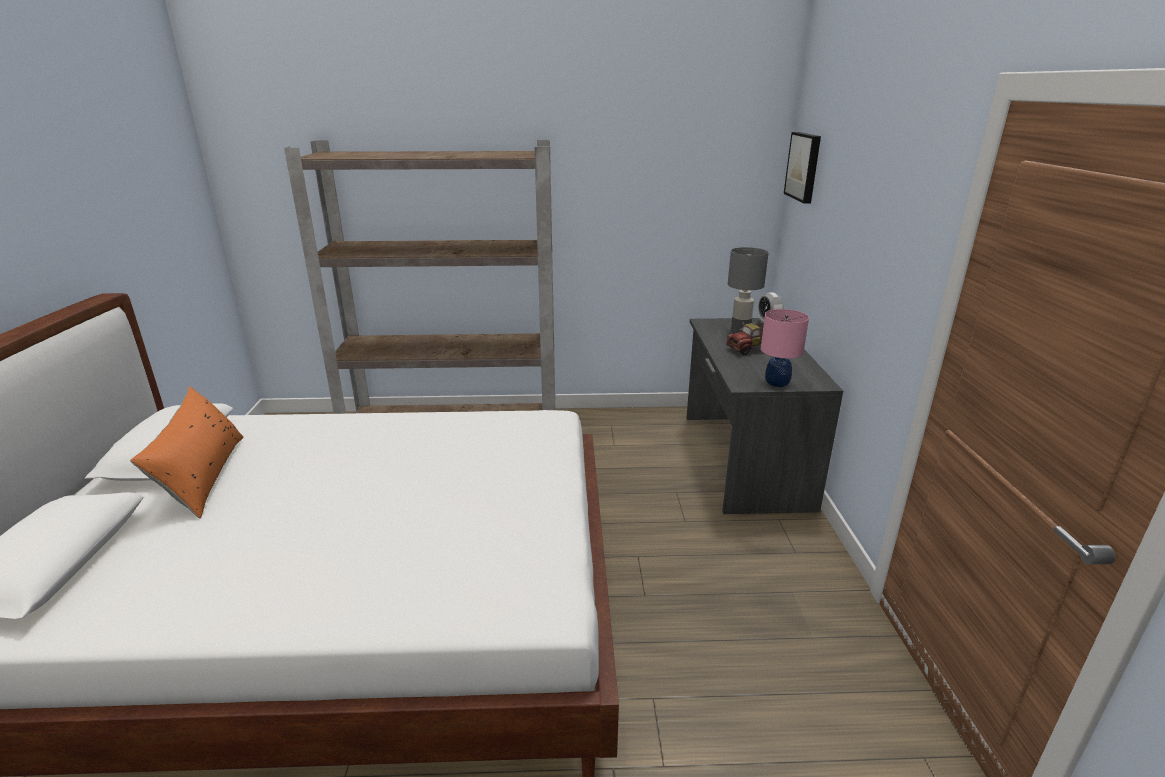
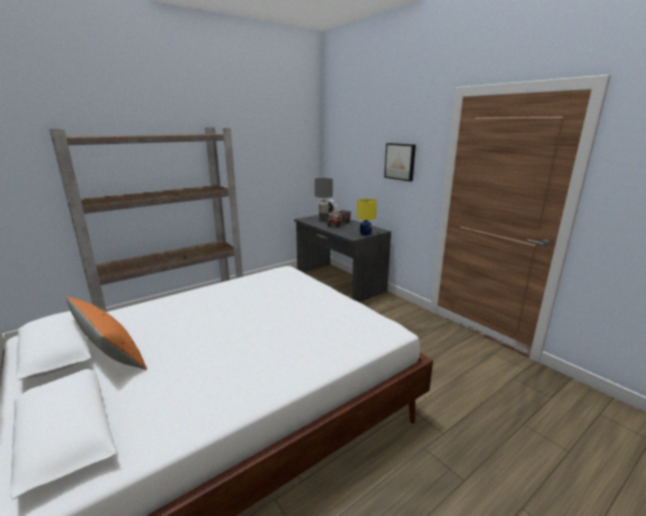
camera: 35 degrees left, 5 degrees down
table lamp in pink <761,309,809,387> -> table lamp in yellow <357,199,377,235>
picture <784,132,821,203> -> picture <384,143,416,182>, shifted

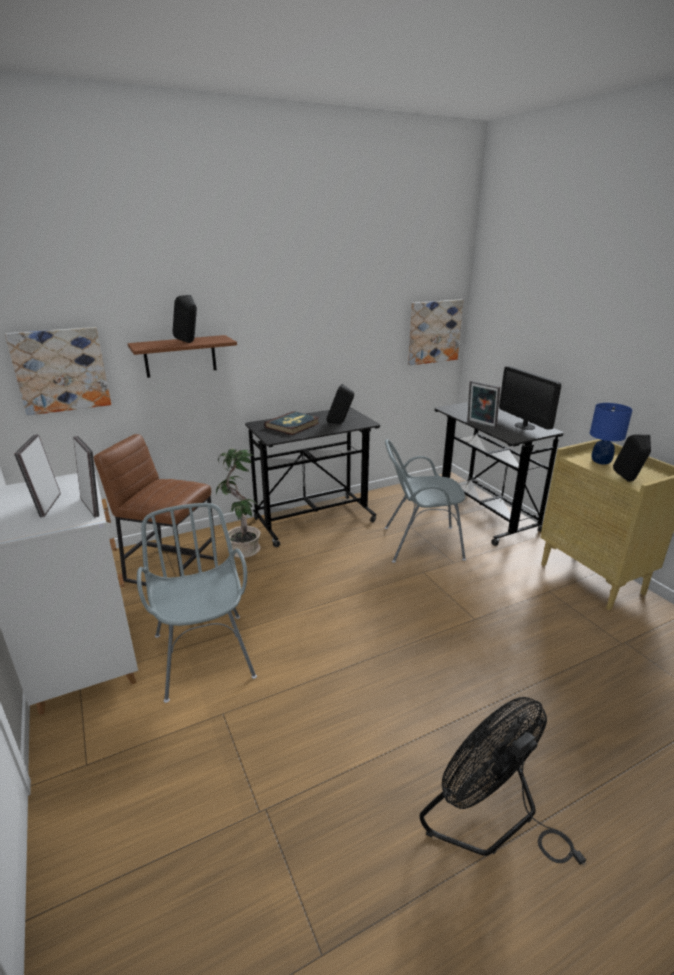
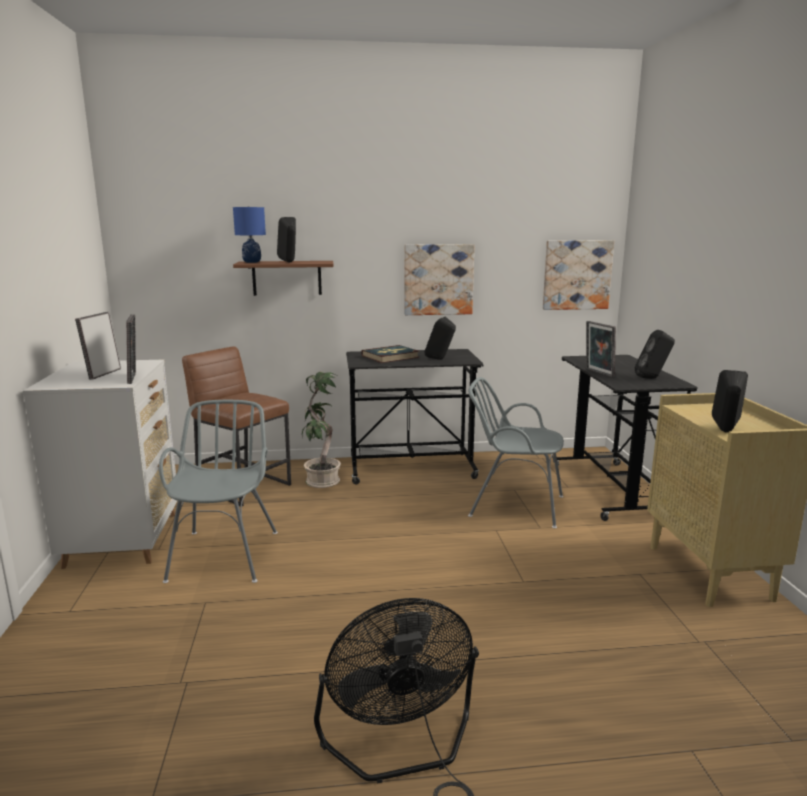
camera: 20 degrees right, 10 degrees down
table lamp in blue <590,403,632,465> -> table lamp in blue <233,206,266,263>, shifted
picture <5,327,111,416> -> picture <404,244,474,315>, shifted
monitor <499,366,561,430> -> speaker in black <635,330,675,379>

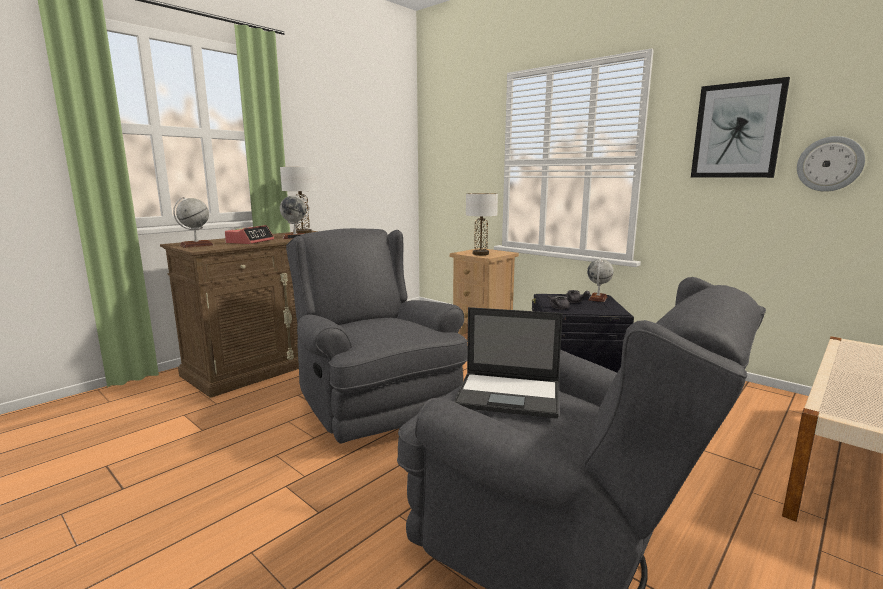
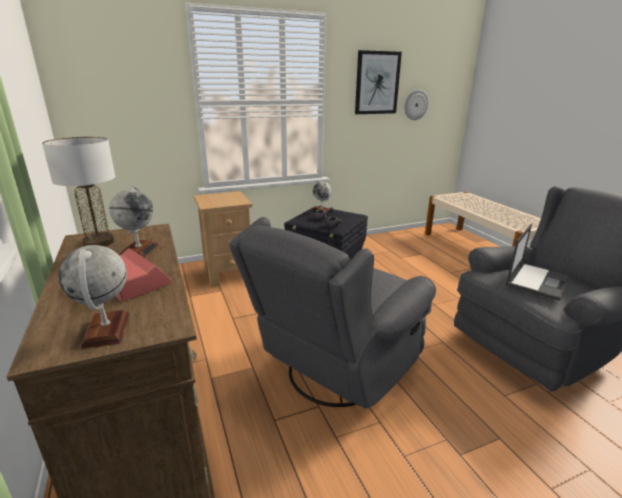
camera: 65 degrees left, 10 degrees up
armchair in grey <286,228,468,444> -> armchair in grey <229,217,436,409>, 45 degrees counterclockwise
table lamp <466,193,498,255> -> none

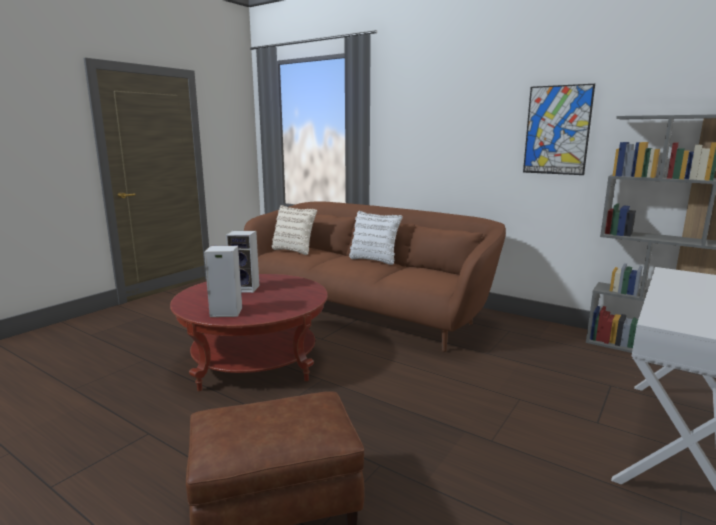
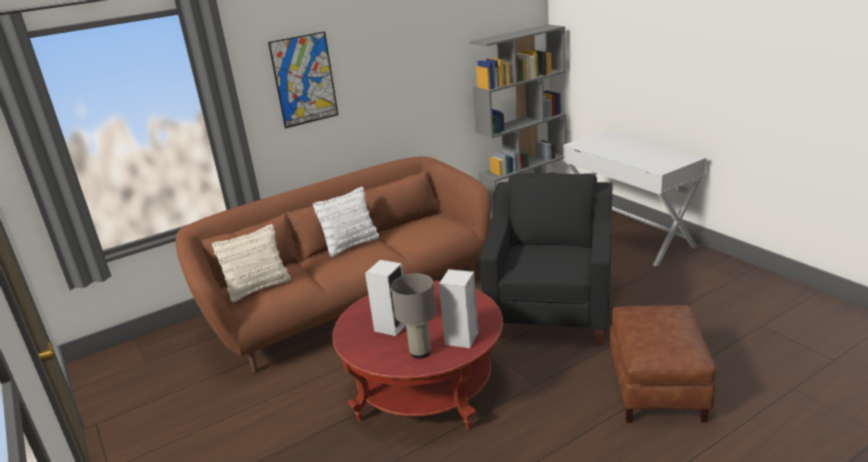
camera: 65 degrees left, 10 degrees up
picture <523,84,595,175> -> picture <268,31,338,129>, shifted
none -> table lamp in grey <391,273,436,359>
none -> armchair in black <479,173,613,345>

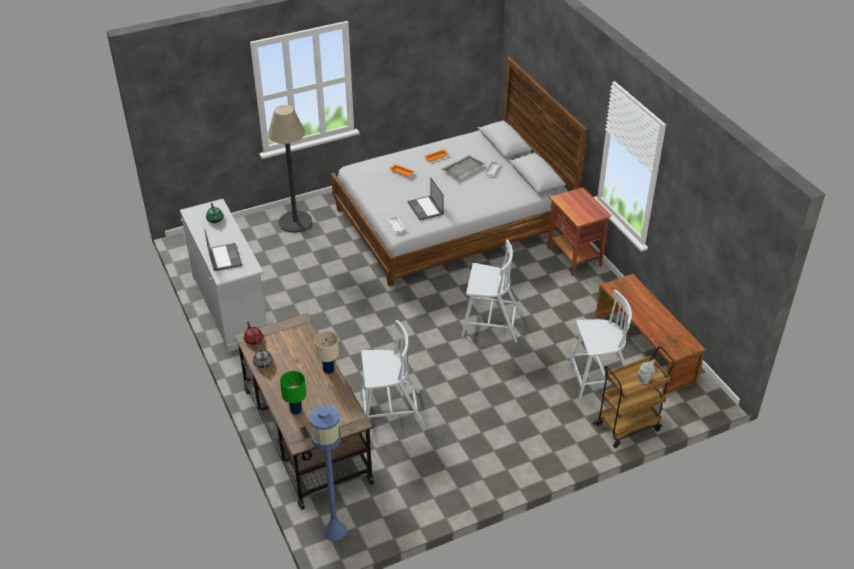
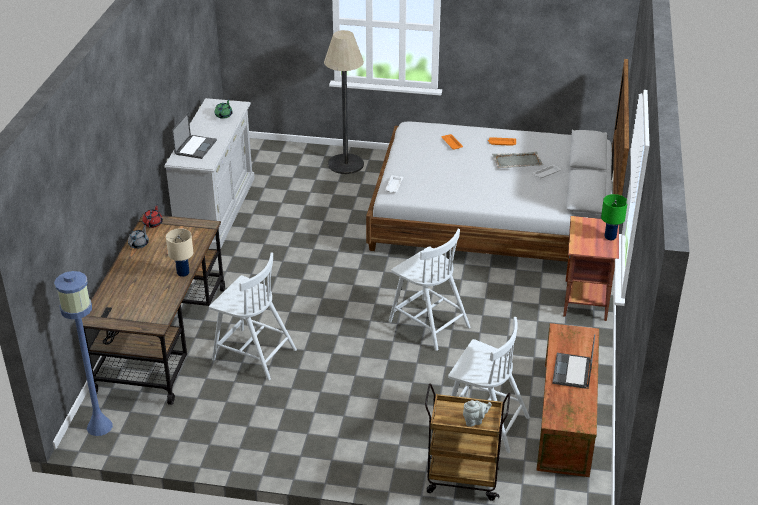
camera: 35 degrees right, 5 degrees down
laptop <408,177,444,220> -> laptop <552,334,595,389>, shifted
table lamp in green <280,371,306,415> -> table lamp in green <601,194,627,240>, shifted

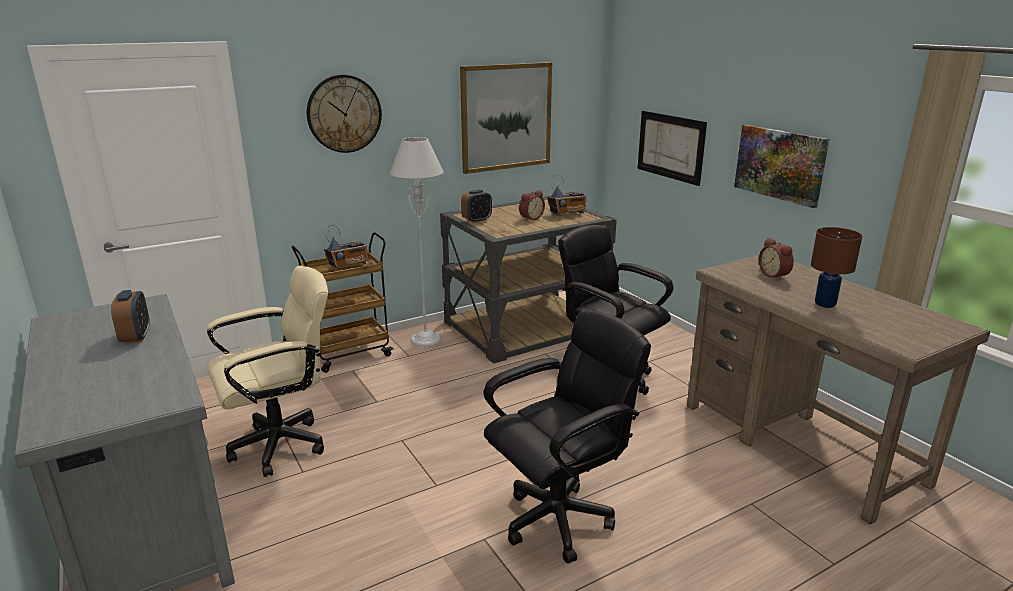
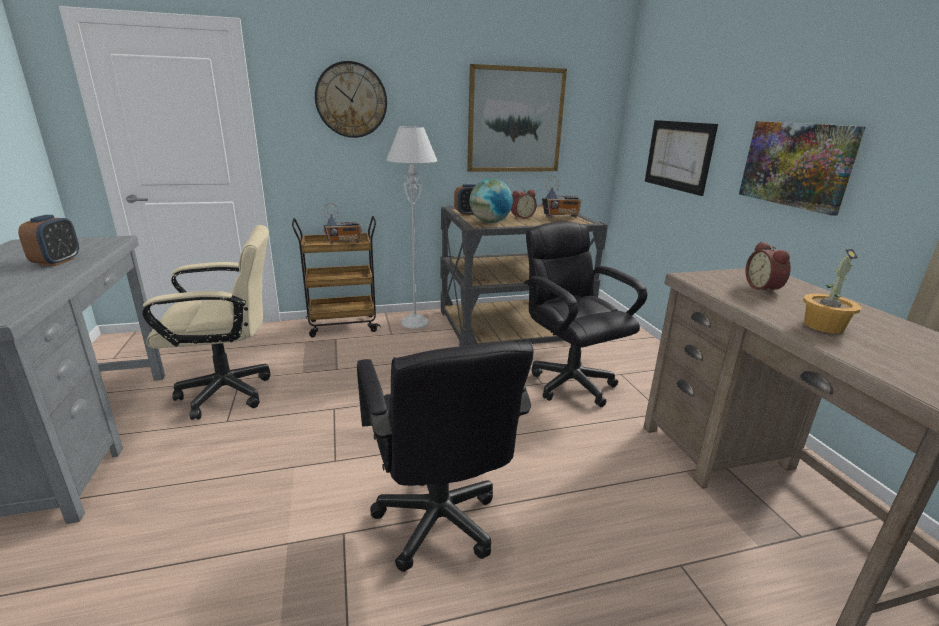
camera: 15 degrees right, 0 degrees up
office chair in black <483,309,651,564> -> office chair in black <357,341,534,572>, 90 degrees clockwise
none -> globe <470,178,513,223>
table lamp in brown <811,227,862,308> -> potted plant <803,249,861,334>

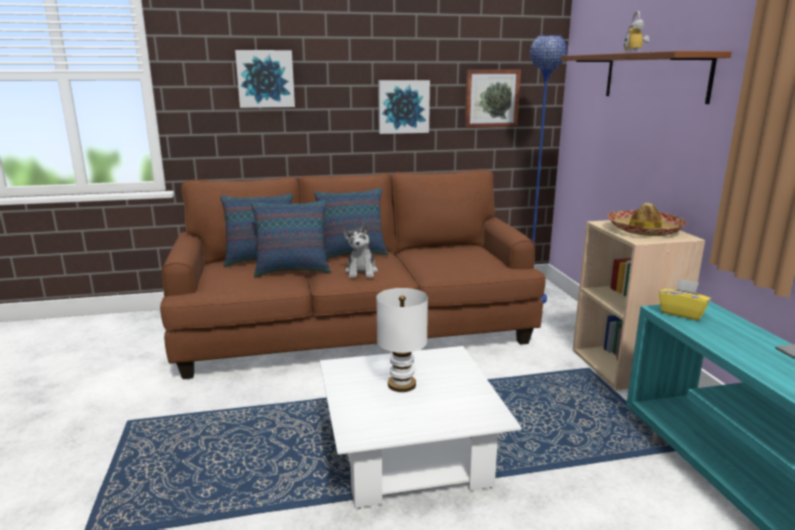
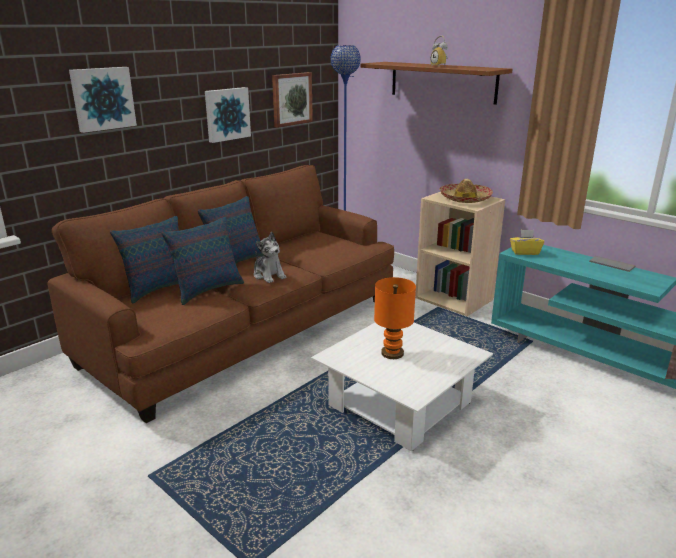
camera: 35 degrees left, 5 degrees up
table lamp in white <376,288,428,392> -> table lamp in orange <374,277,416,359>

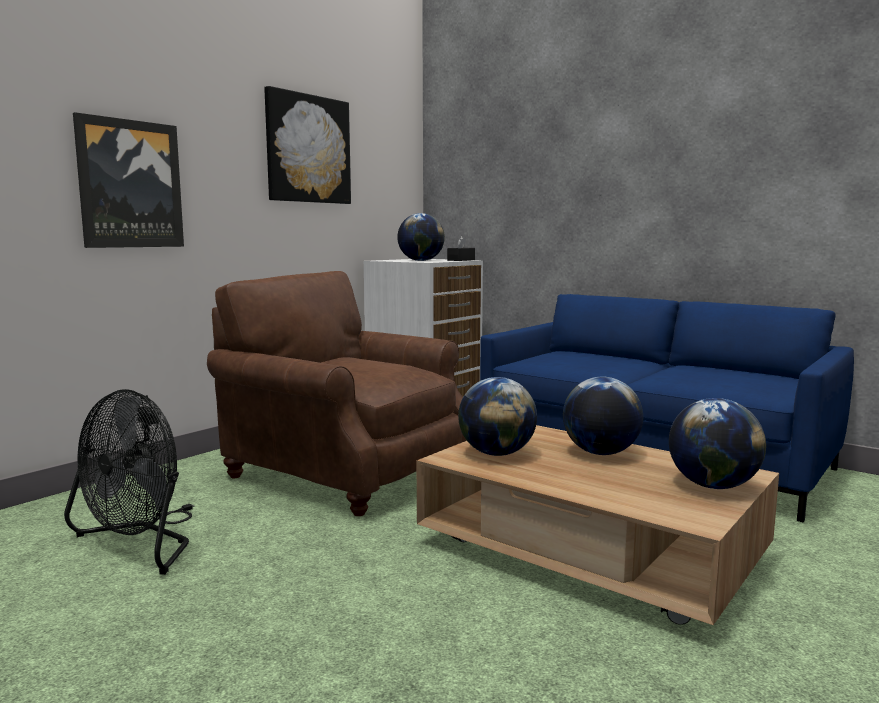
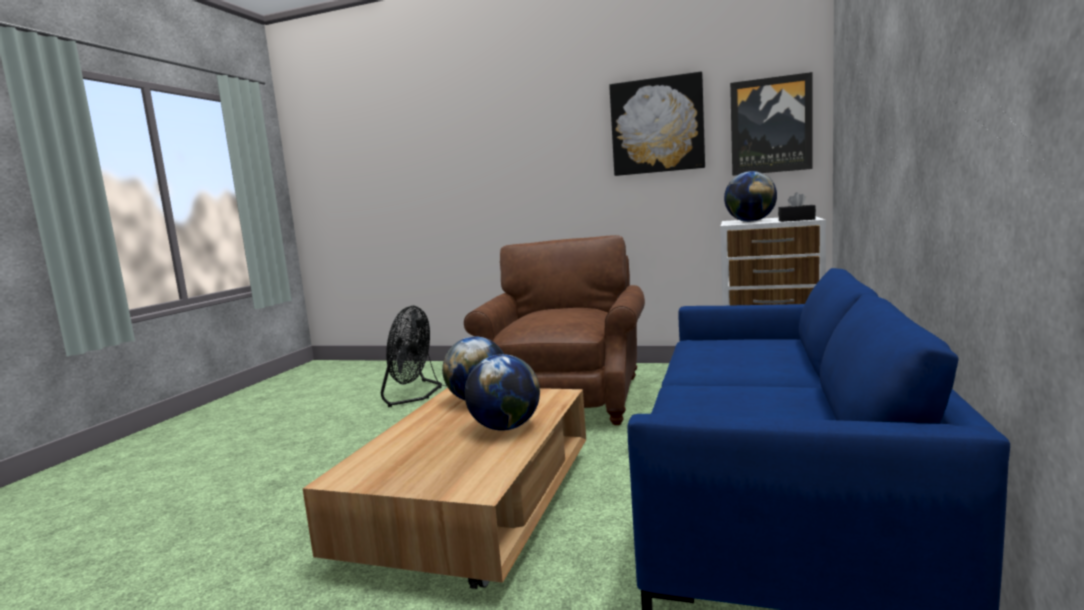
camera: 70 degrees right, 0 degrees up
picture <73,112,184,248> -> picture <730,72,812,176>, shifted
globe <669,398,766,489> -> none

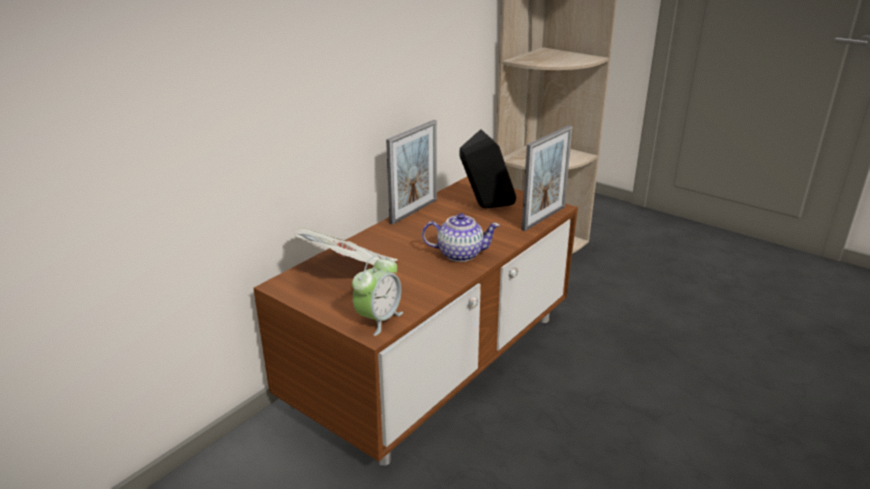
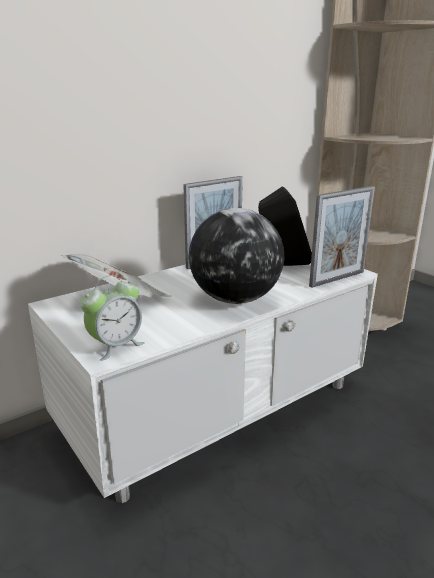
camera: 15 degrees right, 5 degrees down
tv stand in brown <254,177,578,466> -> tv stand in white <28,250,378,503>
teapot <422,213,500,262> -> globe <189,208,284,304>

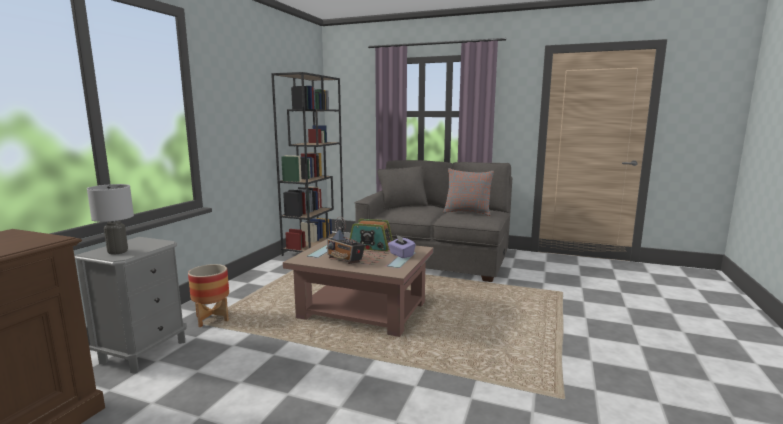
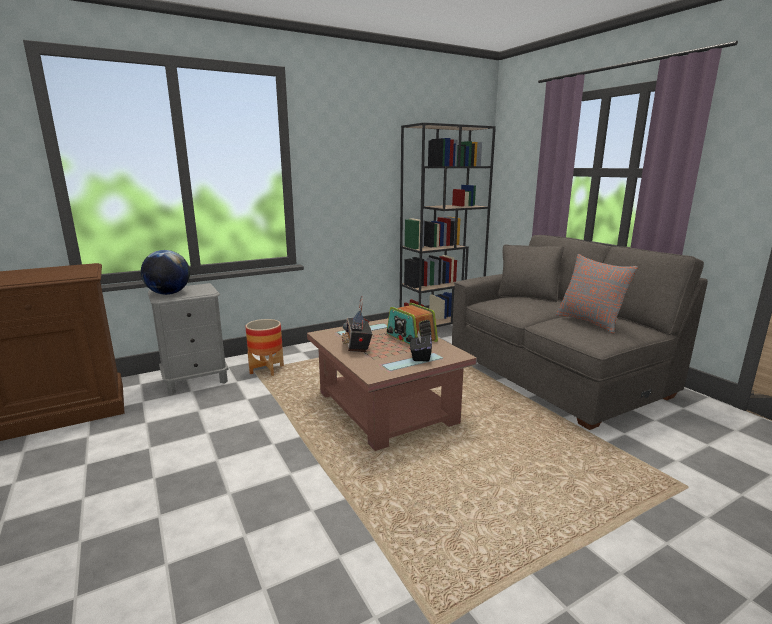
camera: 40 degrees right, 5 degrees up
table lamp in white <87,184,134,255> -> globe <141,250,190,295>
tissue box in purple <388,235,416,258> -> tissue box in black <410,330,432,362>

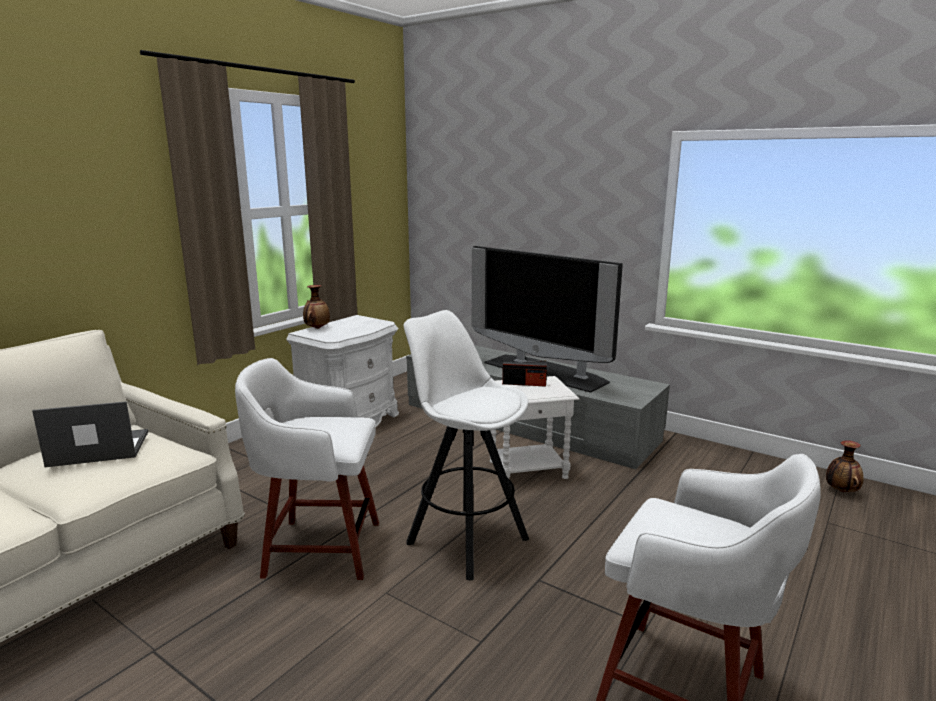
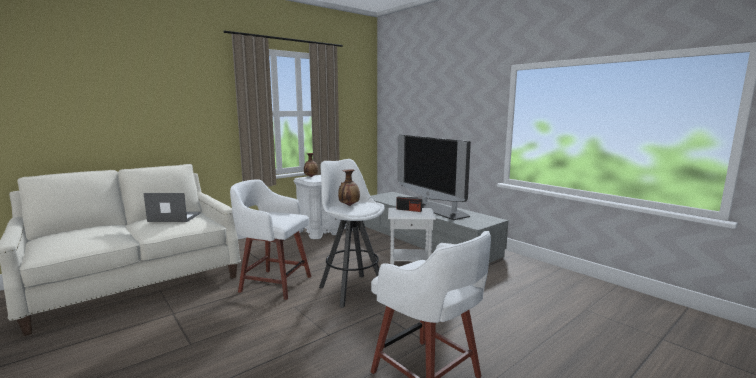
camera: 15 degrees right, 5 degrees down
vase <826,440,864,492> -> vase <338,169,360,206>, shifted

